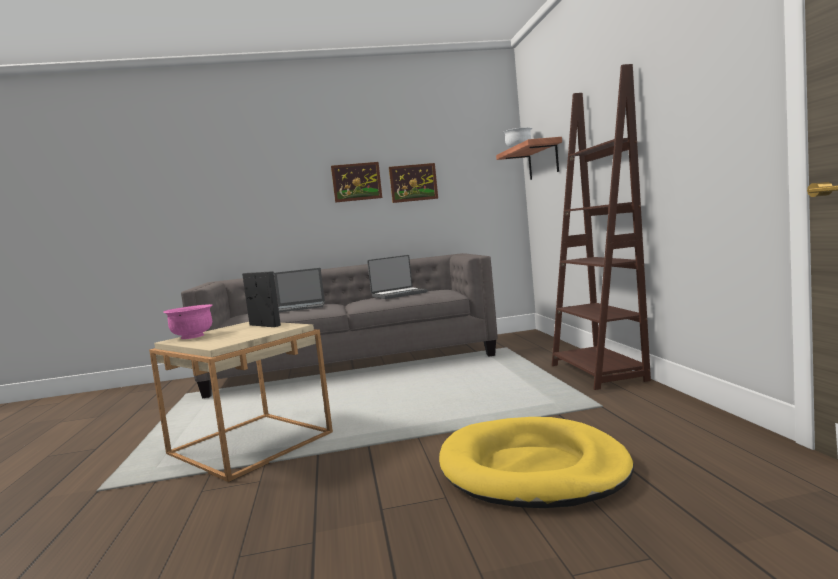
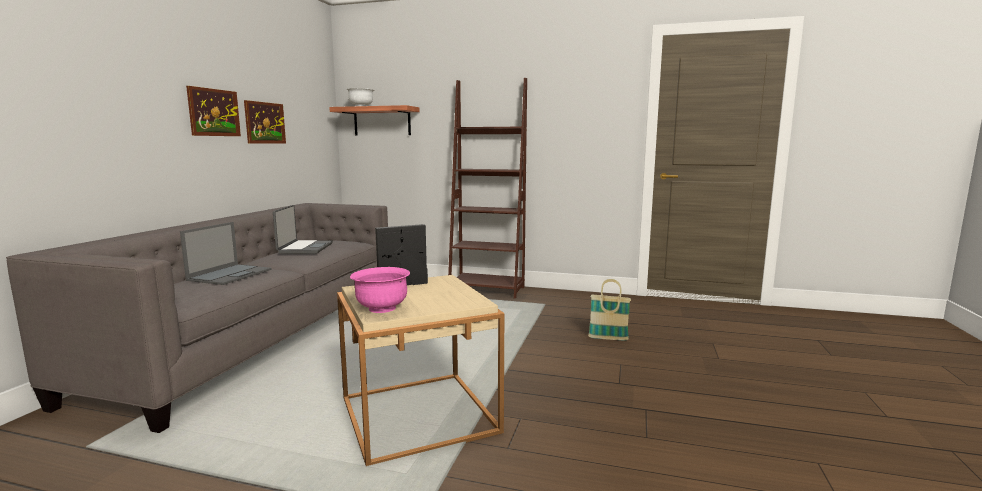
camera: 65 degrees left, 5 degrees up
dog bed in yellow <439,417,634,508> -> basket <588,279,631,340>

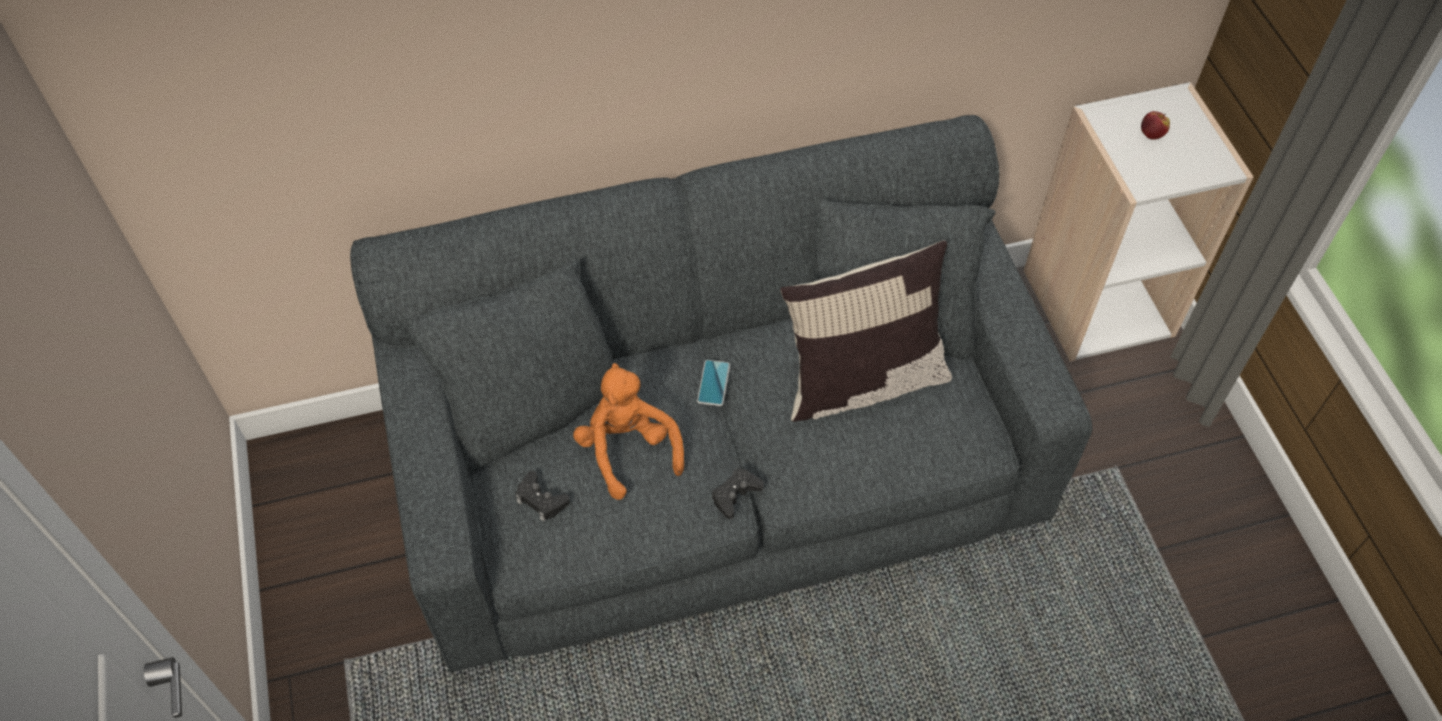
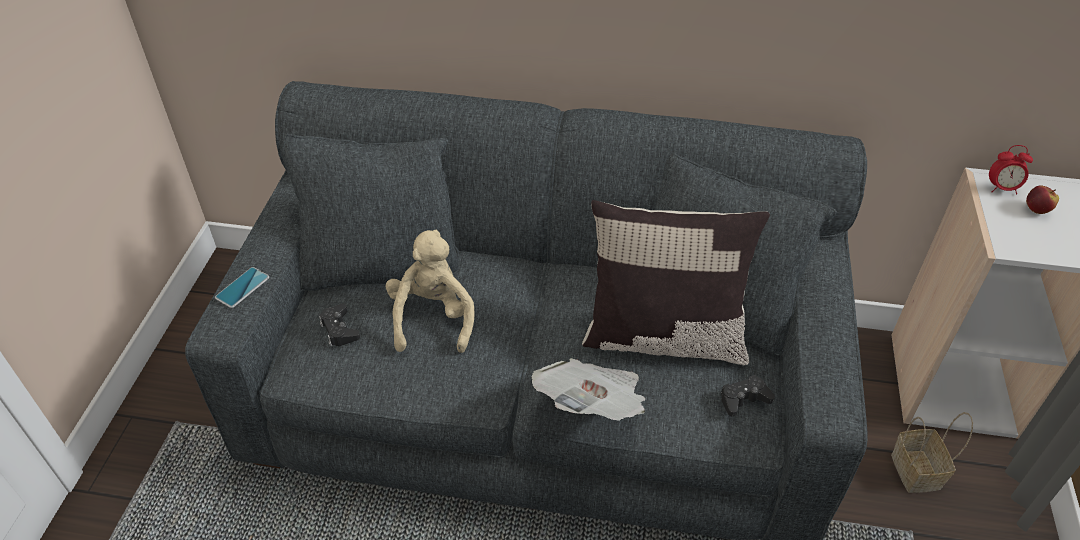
camera: 25 degrees right, 10 degrees down
phone <697,360,730,406> -> phone <215,267,269,308>, shifted
plush toy in orange <573,363,684,500> -> plush toy in beige <385,230,474,353>
none -> newspaper <532,358,645,420>
game controller in black <712,468,764,519> -> game controller in black <721,375,775,417>, shifted
none -> basket <891,412,973,493>
none -> alarm clock <989,145,1033,195>

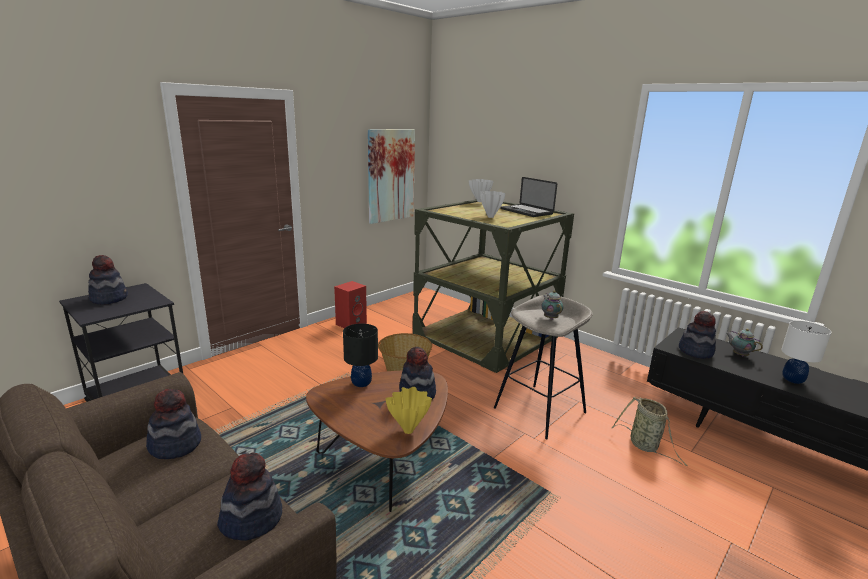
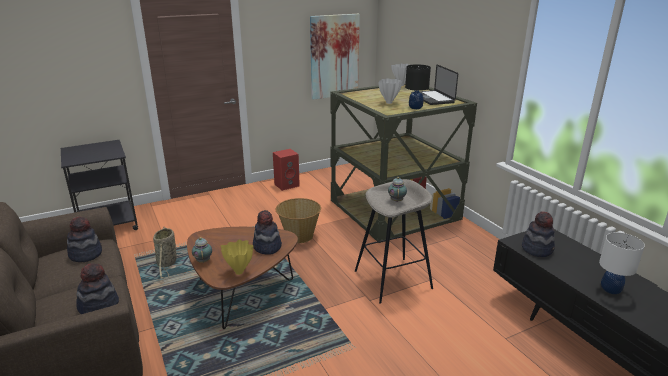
camera: 20 degrees right, 5 degrees up
basket <612,397,687,466> -> basket <153,227,177,279>, shifted
teapot <726,329,763,356> -> teapot <192,237,212,263>, shifted
table lamp in black <343,323,378,387> -> table lamp in black <405,64,431,109>, shifted
hat <88,255,128,305> -> none

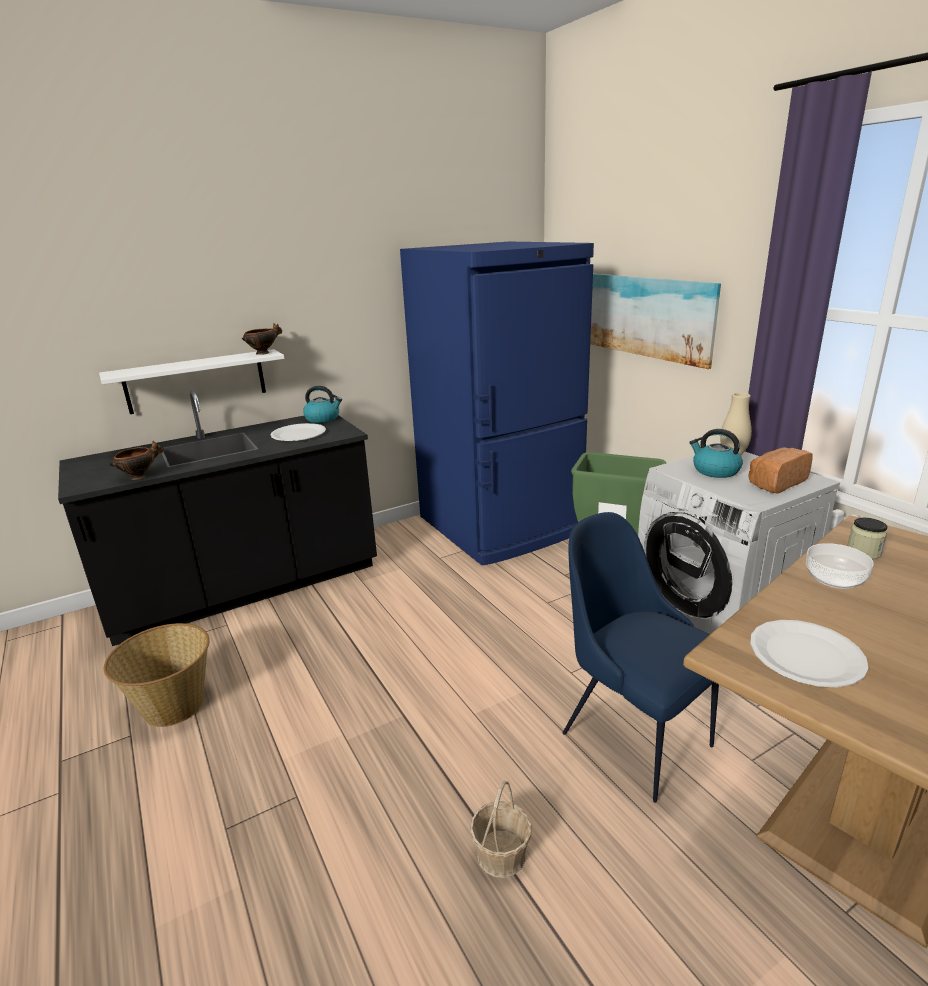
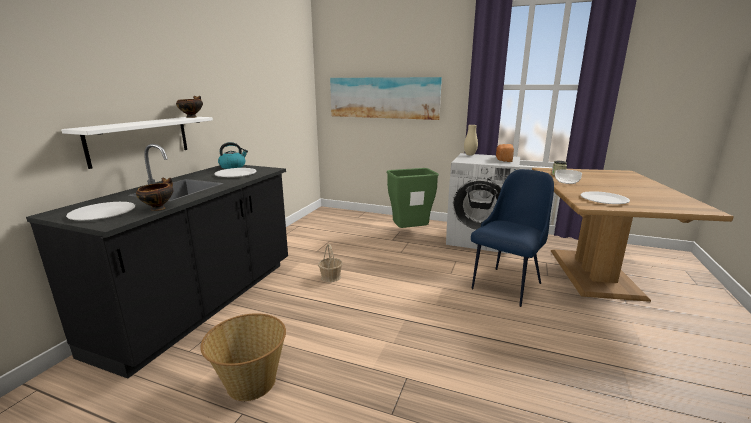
camera: 40 degrees left, 5 degrees down
none -> plate in white <66,202,135,221>
basket <470,781,532,878> -> basket <318,244,343,282>, shifted
chair in blue <563,512,719,803> -> chair in blue <471,169,554,307>, 120 degrees clockwise
fridge in blue <400,242,594,565> -> none
kettle <689,429,743,478> -> none

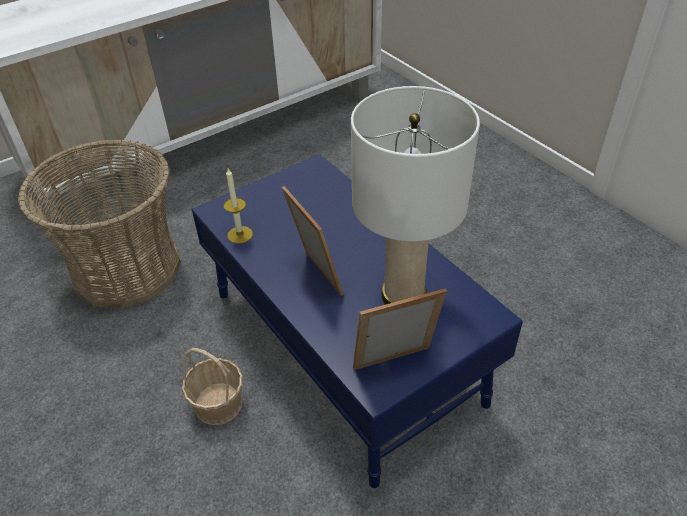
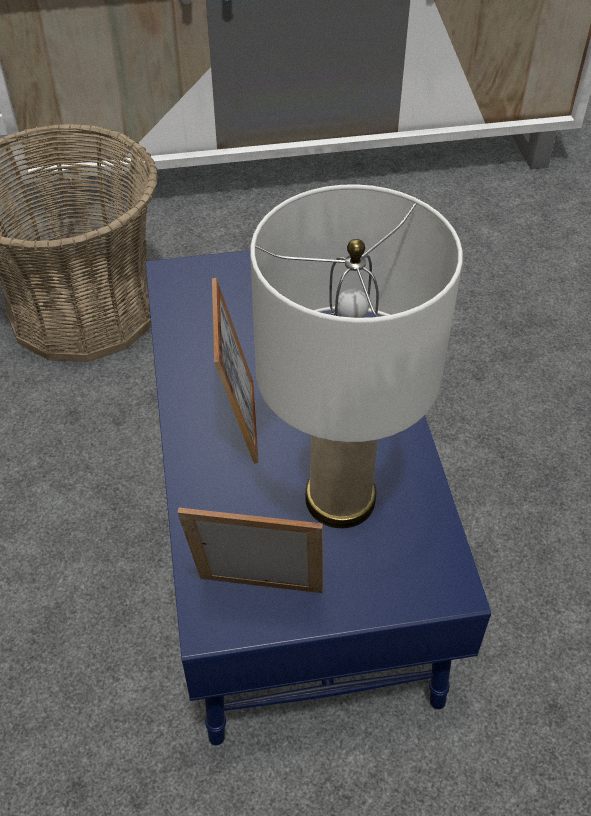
camera: 25 degrees right, 5 degrees up
basket <182,348,243,425> -> none
candle <223,169,253,244> -> none

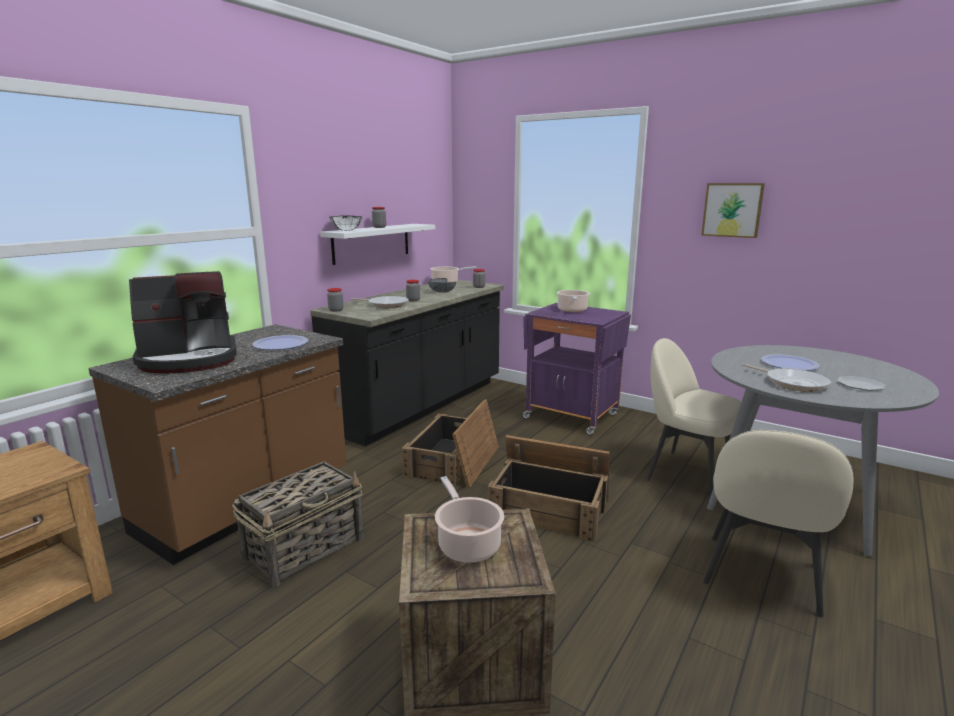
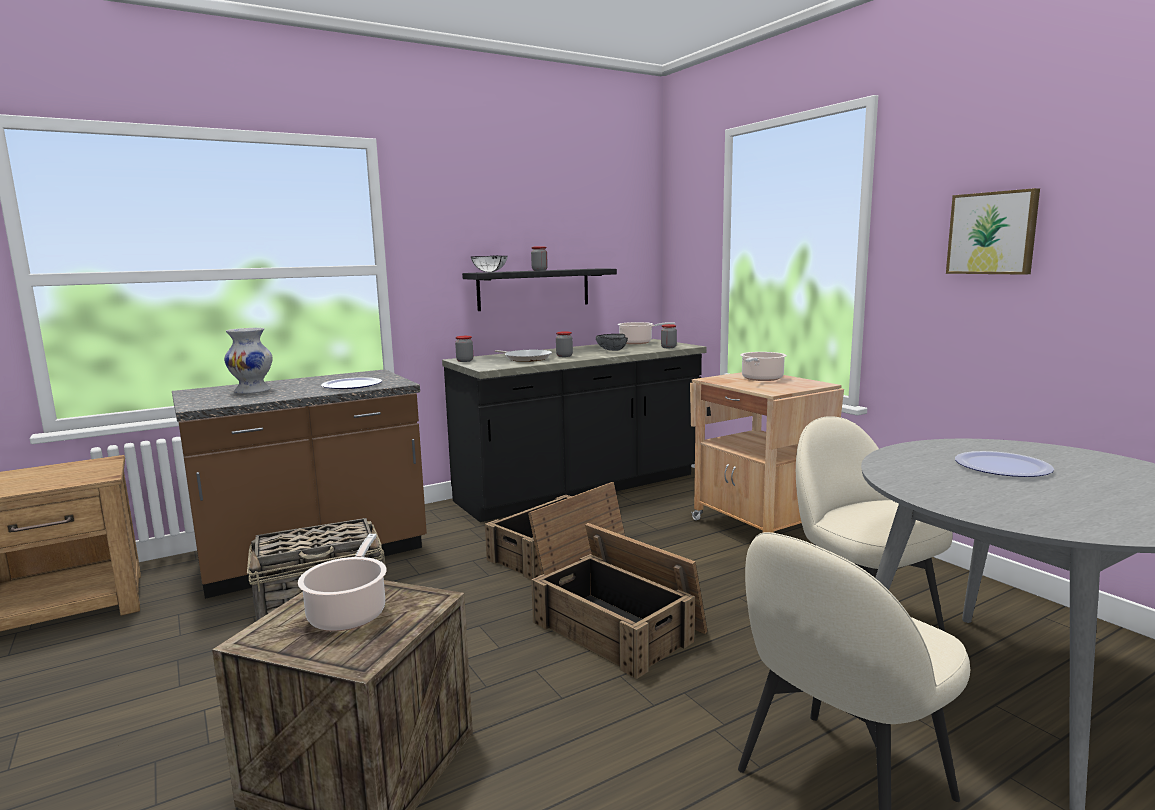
camera: 25 degrees right, 5 degrees down
coffee machine <129,271,237,374> -> vase in white <224,328,273,394>
shelf in white <320,224,435,265> -> shelf in black <462,269,617,311>
cart in purple <523,303,631,434> -> cart in brown <690,372,844,533>
frying pan <741,363,831,392> -> none
plate <837,376,885,391> -> none

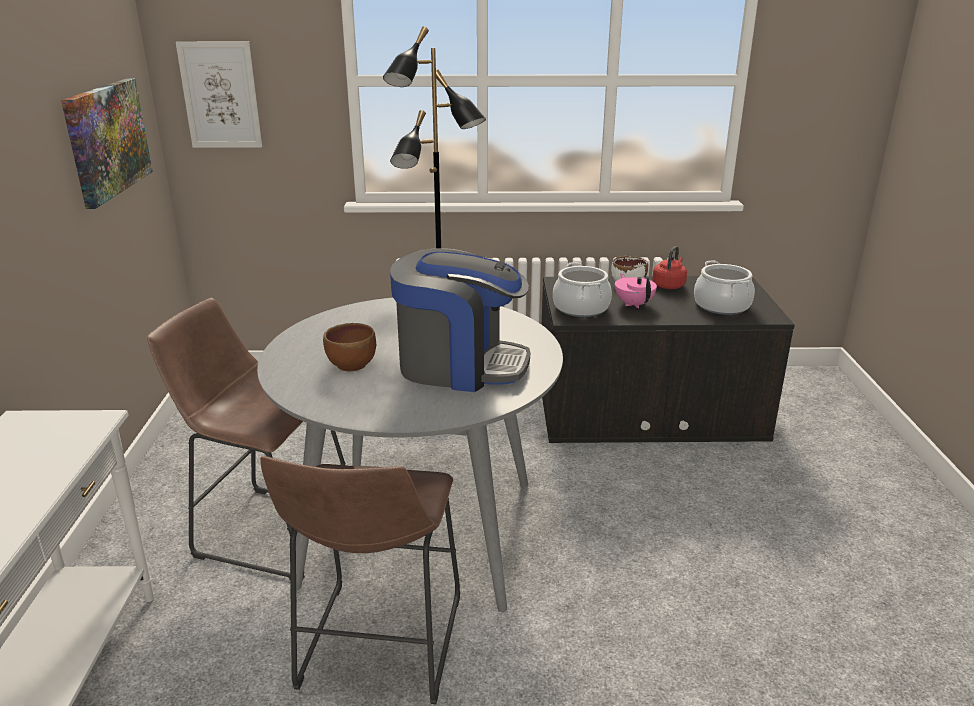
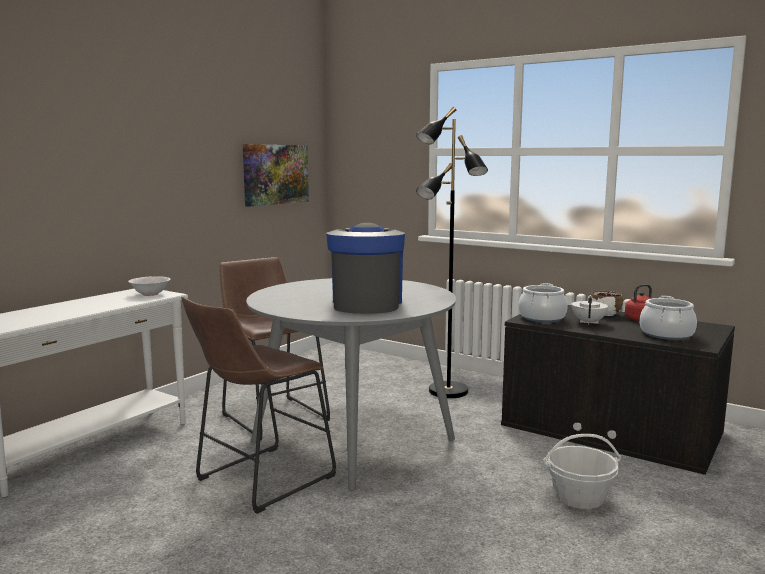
camera: 35 degrees right, 15 degrees down
none -> bowl in white <128,276,170,296>
coffee machine <390,248,530,392> -> coffee machine <326,223,405,314>, 135 degrees counterclockwise
none -> basket <543,434,621,509>
teapot in pink <615,274,657,308> -> teapot in white <572,296,608,325>
picture <176,42,262,148> -> none
bowl in brown <323,323,376,371> -> none

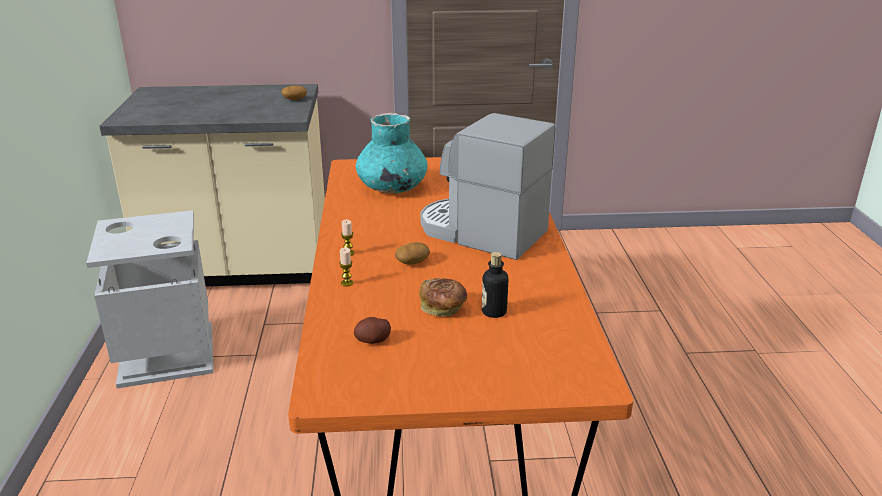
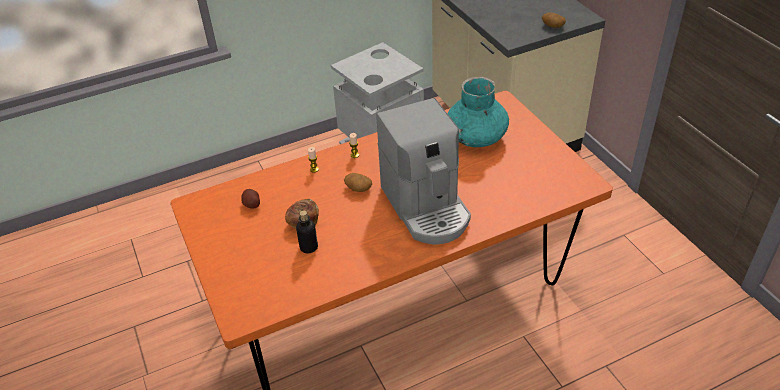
camera: 70 degrees right, 15 degrees up
coffee machine <420,113,555,260> -> coffee machine <376,98,471,244>, 150 degrees clockwise

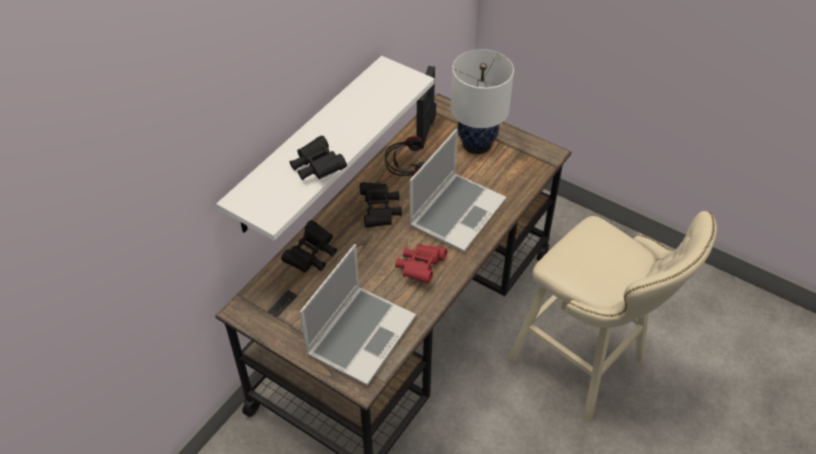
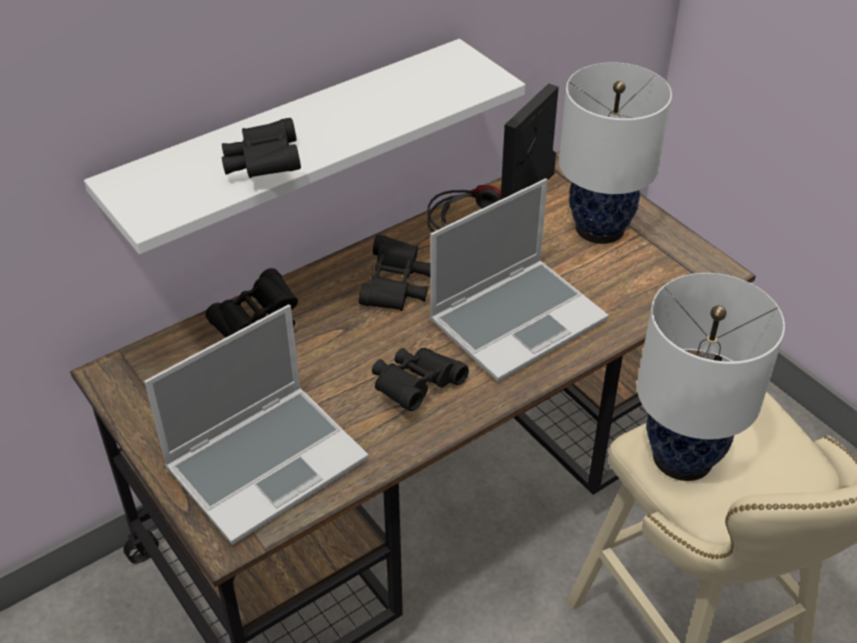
camera: 20 degrees right, 5 degrees down
binoculars in red <395,244,447,283> -> binoculars in black <372,348,469,411>
none -> table lamp in white <637,273,785,481>

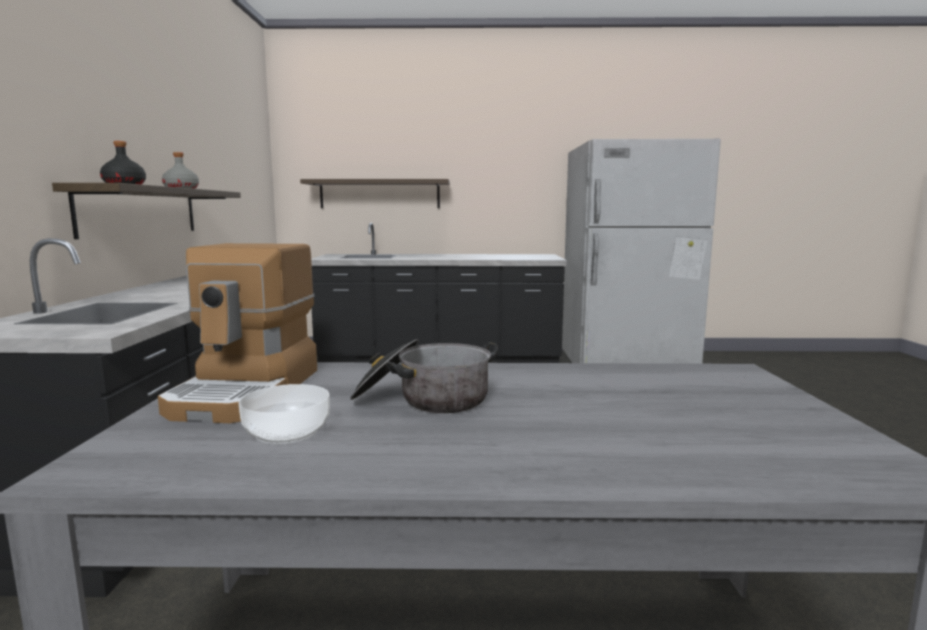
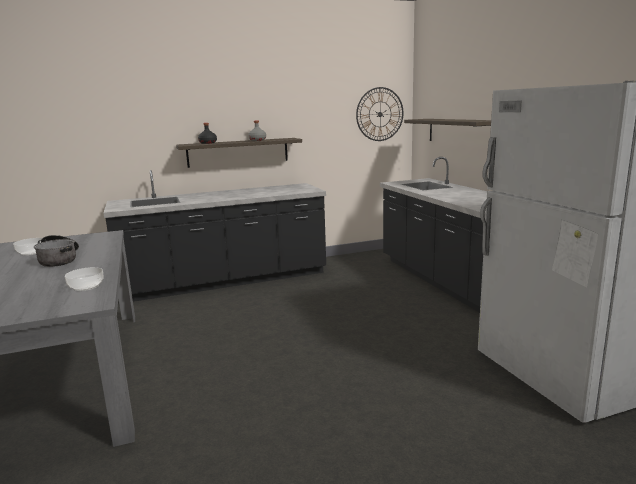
camera: 70 degrees right, 5 degrees up
none -> bowl <65,267,104,291>
none -> wall clock <356,87,404,141>
coffee machine <158,243,317,423> -> none

